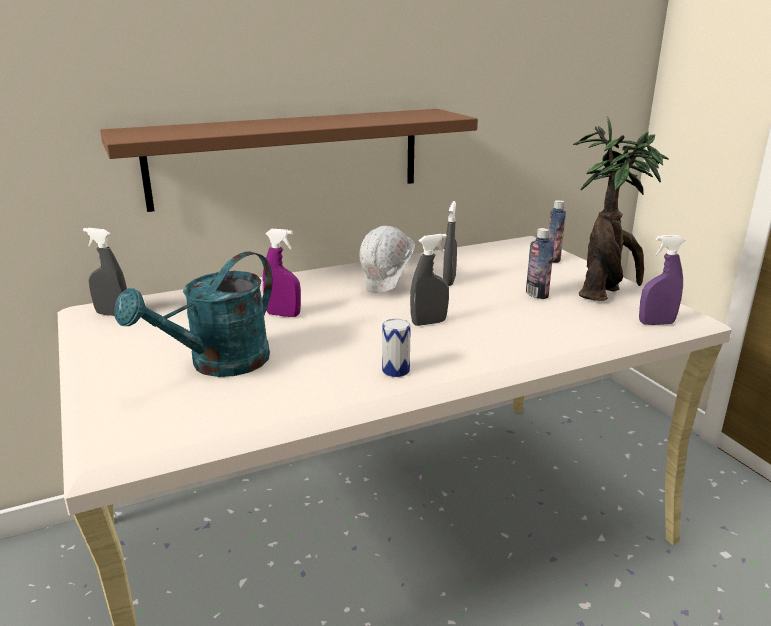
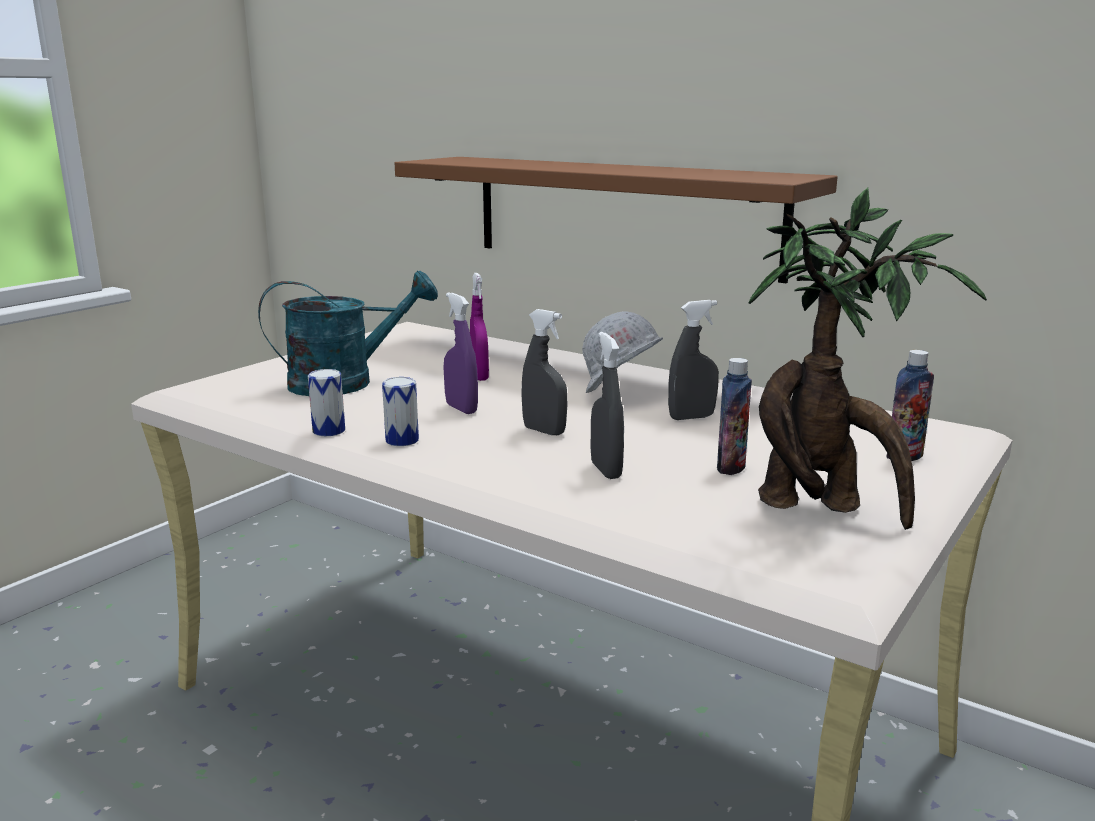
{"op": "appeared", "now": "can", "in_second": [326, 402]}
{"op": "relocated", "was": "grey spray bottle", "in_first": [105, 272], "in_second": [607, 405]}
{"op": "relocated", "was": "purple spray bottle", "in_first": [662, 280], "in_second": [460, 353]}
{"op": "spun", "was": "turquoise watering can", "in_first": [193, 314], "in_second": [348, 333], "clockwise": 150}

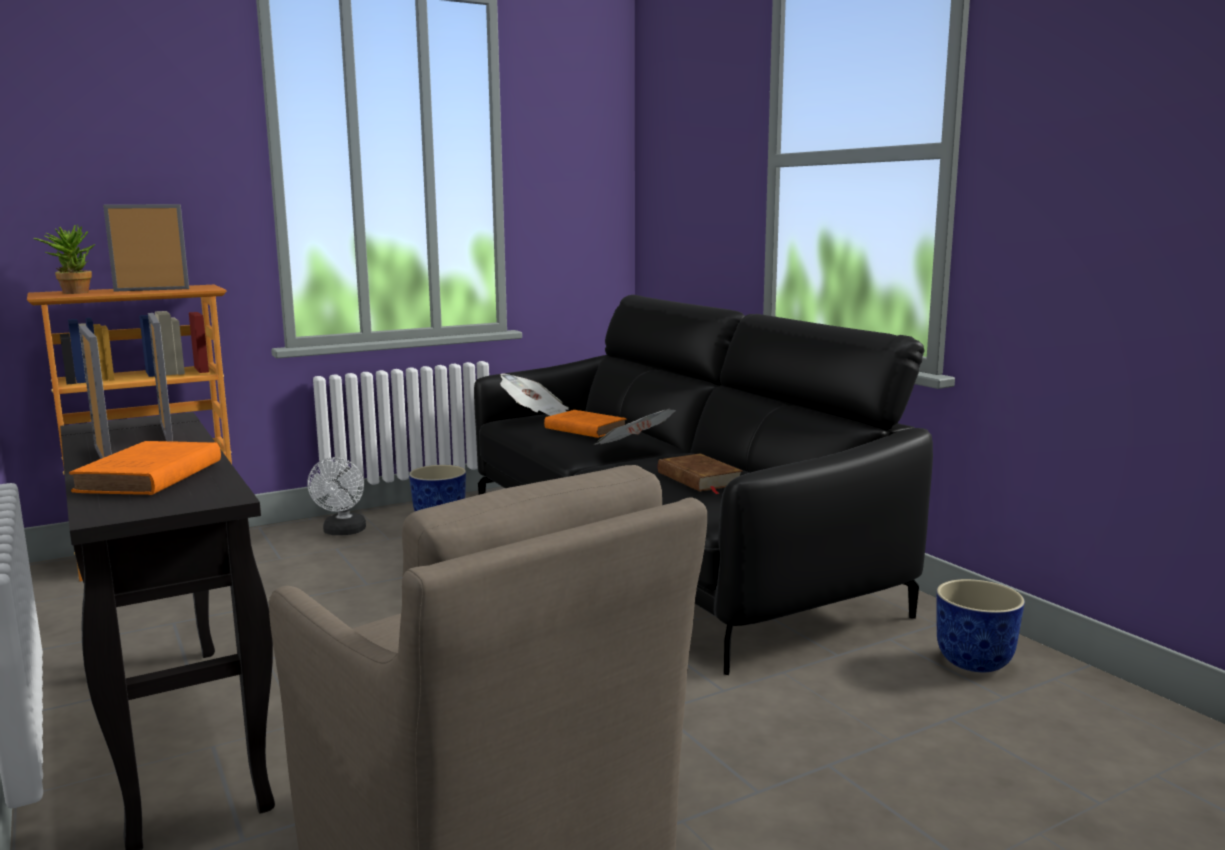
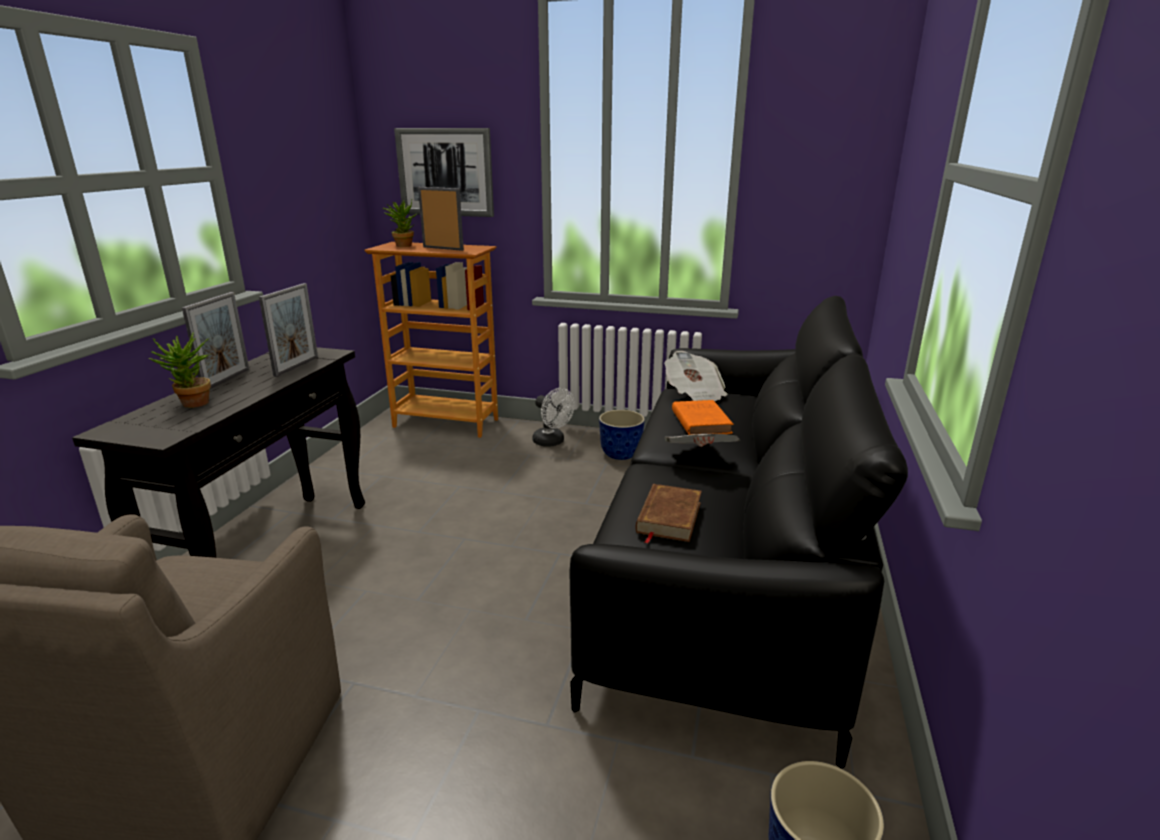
{"op": "appeared", "now": "picture", "in_second": [444, 172]}
{"op": "exchanged", "was": "orange book", "now": "potted plant", "in_first": [145, 468], "in_second": [179, 370]}
{"op": "spun", "was": "white fan", "in_first": [336, 496], "in_second": [553, 417], "clockwise": -90}

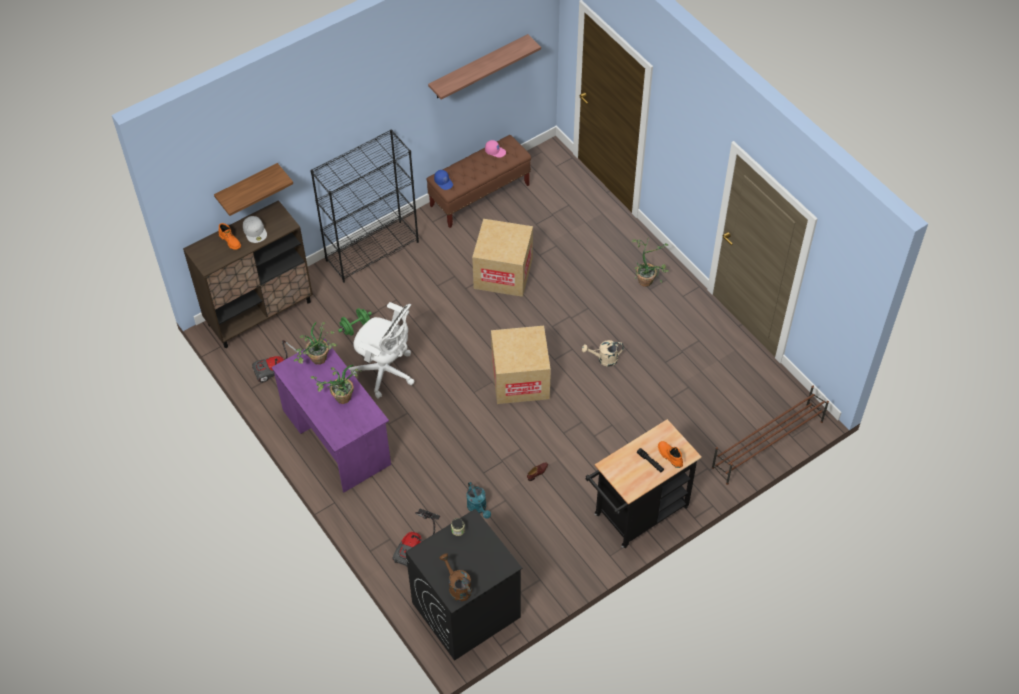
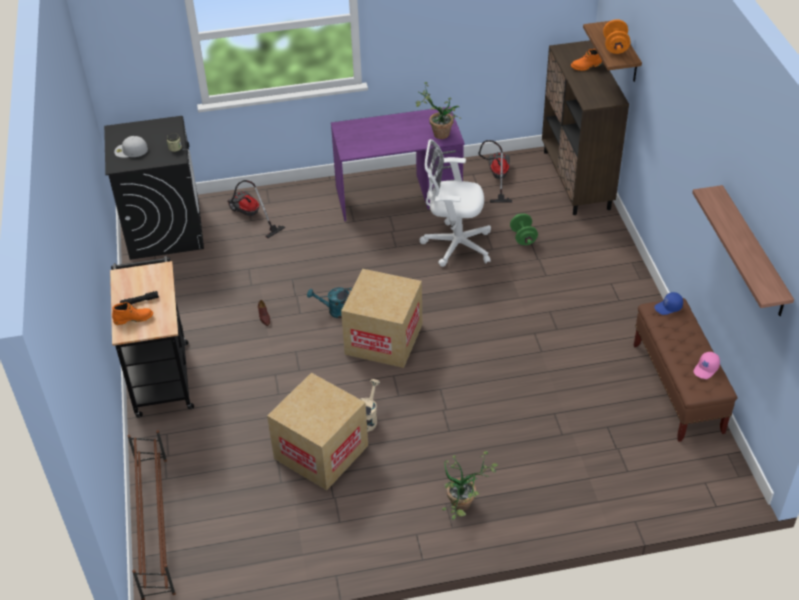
{"op": "missing", "was": "black bookcase", "in_first": [364, 206]}
{"op": "missing", "was": "potted plant", "in_first": [336, 384]}
{"op": "missing", "was": "brown watering can", "in_first": [455, 577]}
{"op": "appeared", "now": "orange dumbbell", "in_second": [617, 36]}
{"op": "relocated", "was": "white cap", "in_first": [255, 229], "in_second": [131, 147]}
{"op": "relocated", "was": "turquoise watering can", "in_first": [478, 500], "in_second": [329, 302]}
{"op": "relocated", "was": "cardboard box", "in_first": [502, 258], "in_second": [317, 431]}
{"op": "spun", "was": "white office chair", "in_first": [382, 350], "in_second": [455, 203], "clockwise": 45}

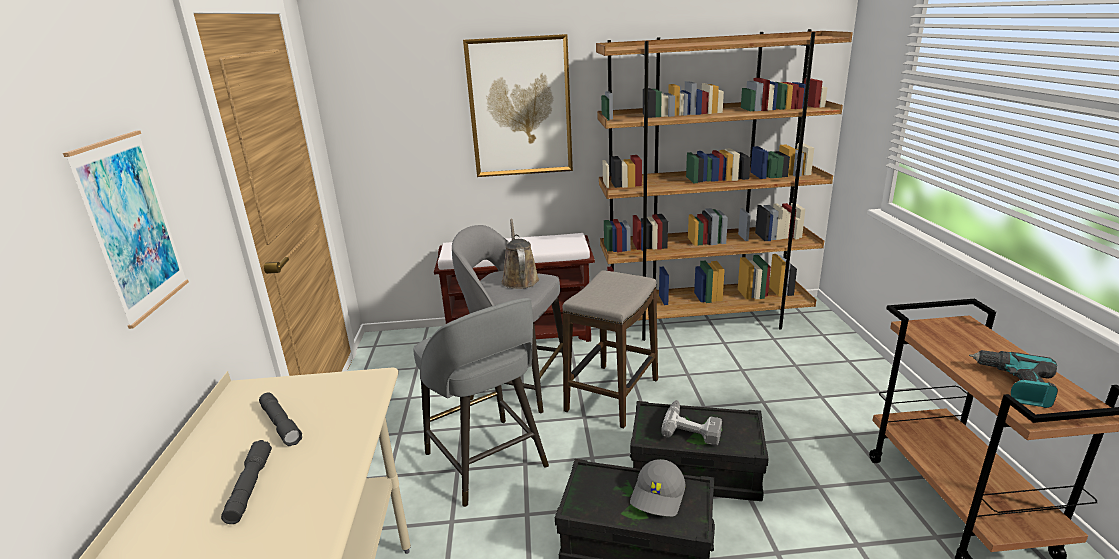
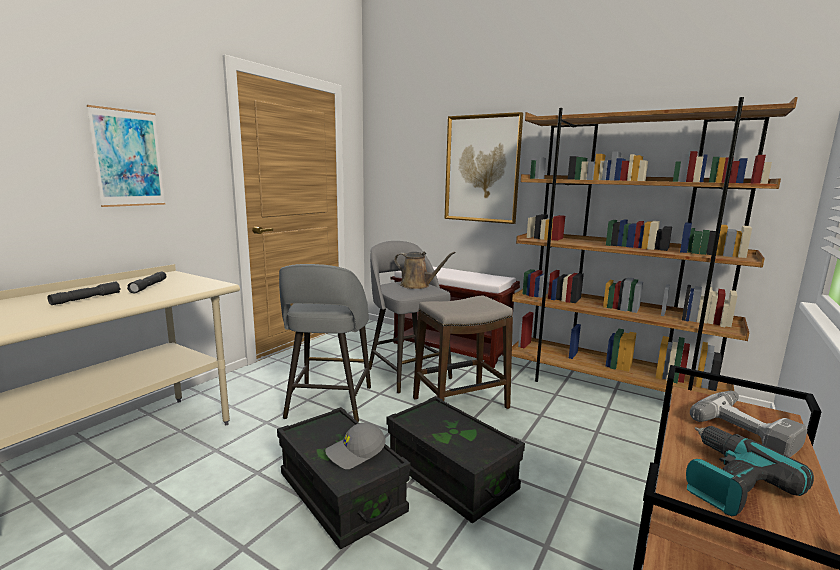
{"op": "relocated", "was": "power drill", "in_first": [691, 422], "in_second": [748, 424]}
{"op": "spun", "was": "brown watering can", "in_first": [520, 254], "in_second": [425, 270], "clockwise": 90}

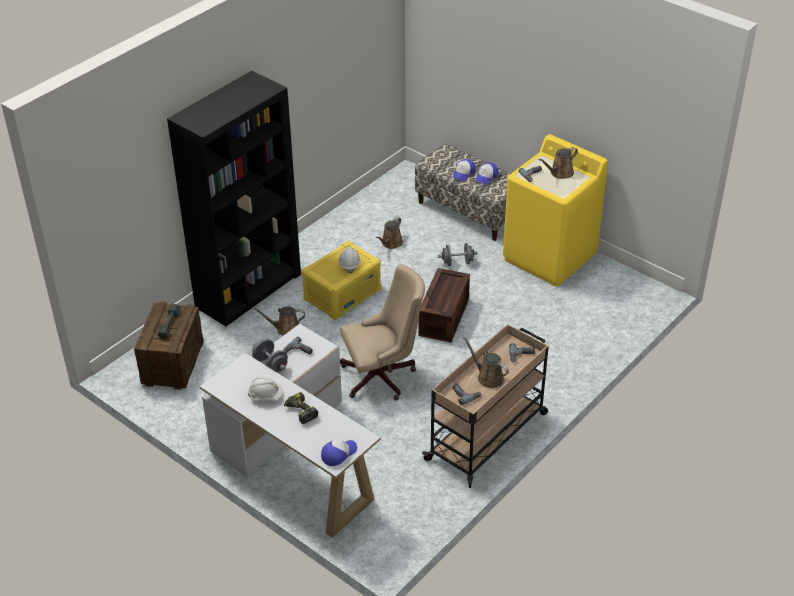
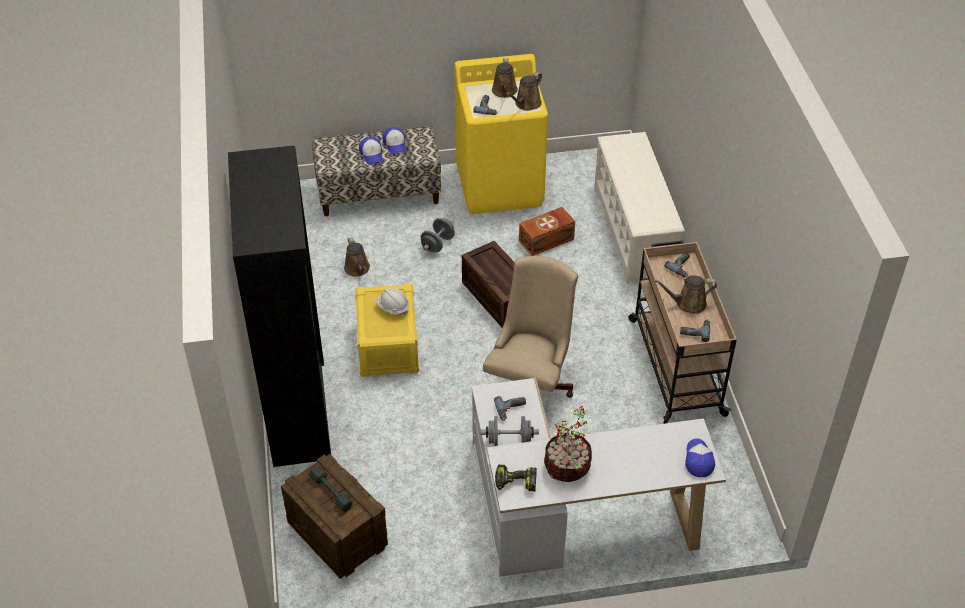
{"op": "appeared", "now": "brown storage box", "in_second": [547, 231]}
{"op": "appeared", "now": "white shoe rack", "in_second": [639, 208]}
{"op": "relocated", "was": "brown watering can", "in_first": [279, 321], "in_second": [524, 91]}
{"op": "relocated", "was": "power drill", "in_first": [301, 408], "in_second": [516, 478]}
{"op": "exchanged", "was": "white hard hat", "now": "potted plant", "in_first": [265, 389], "in_second": [568, 444]}

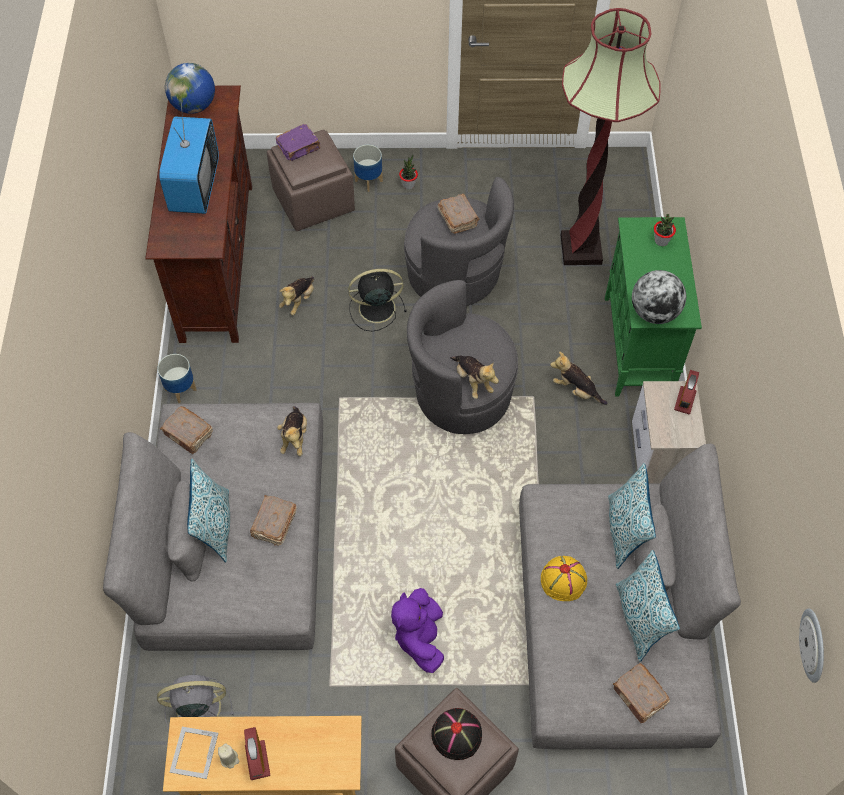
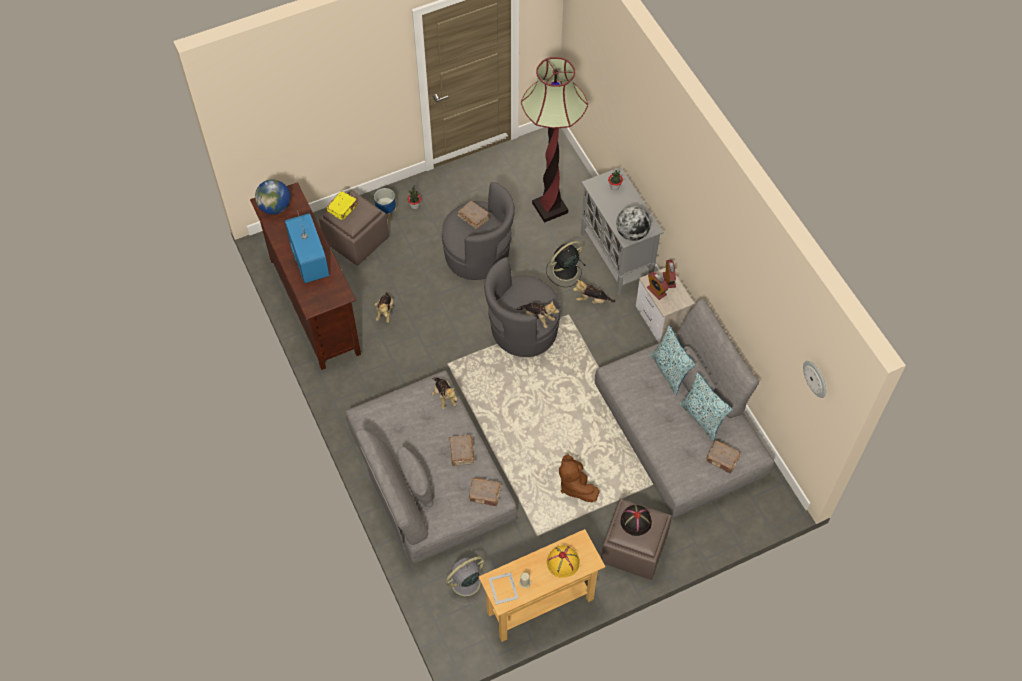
{"op": "missing", "was": "planter", "in_first": [177, 378]}
{"op": "missing", "was": "pillow", "in_first": [208, 511]}
{"op": "relocated", "was": "brown book", "in_first": [186, 430], "in_second": [484, 492]}
{"op": "relocated", "was": "alarm clock", "in_first": [257, 753], "in_second": [658, 286]}
{"op": "relocated", "was": "black fan", "in_first": [377, 300], "in_second": [565, 264]}
{"op": "relocated", "was": "yellow hat", "in_first": [564, 578], "in_second": [563, 561]}
{"op": "colour", "was": "purple book", "now": "yellow book", "in_first": [298, 142], "in_second": [342, 205]}
{"op": "colour", "was": "purple plush toy", "now": "brown plush toy", "in_first": [417, 630], "in_second": [579, 478]}
{"op": "colour", "was": "green cabinet", "now": "grey cabinet", "in_first": [653, 307], "in_second": [622, 231]}

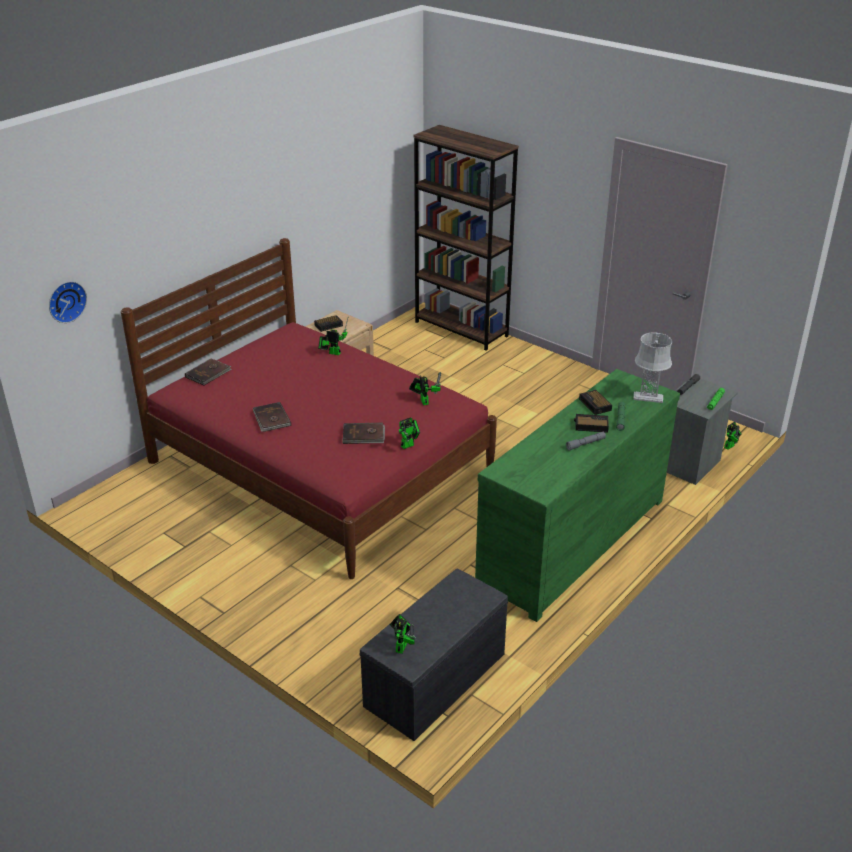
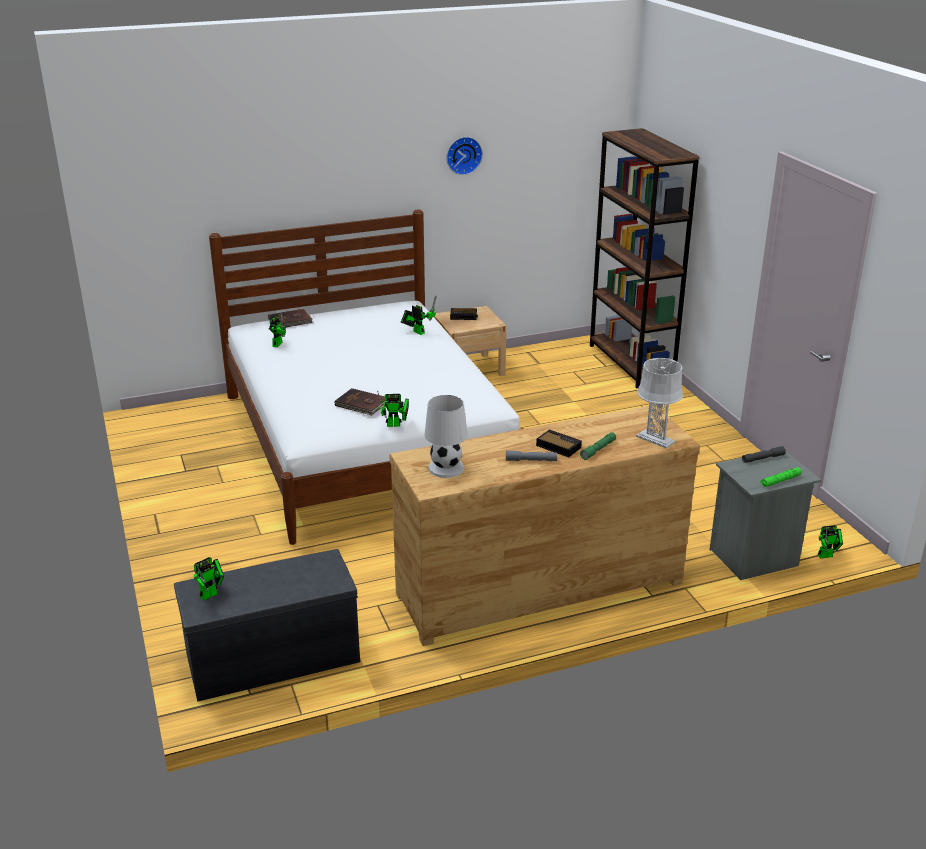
{"op": "missing", "was": "brown book", "in_first": [272, 417]}
{"op": "missing", "was": "alarm clock", "in_first": [595, 402]}
{"op": "appeared", "now": "white table lamp", "in_second": [446, 436]}
{"op": "relocated", "was": "wall clock", "in_first": [68, 302], "in_second": [465, 156]}
{"op": "relocated", "was": "toy robot", "in_first": [425, 388], "in_second": [277, 330]}
{"op": "colour", "was": "red bed", "now": "white bed", "in_first": [309, 408], "in_second": [367, 377]}
{"op": "colour", "was": "green dresser", "now": "brown dresser", "in_first": [577, 495], "in_second": [545, 526]}

